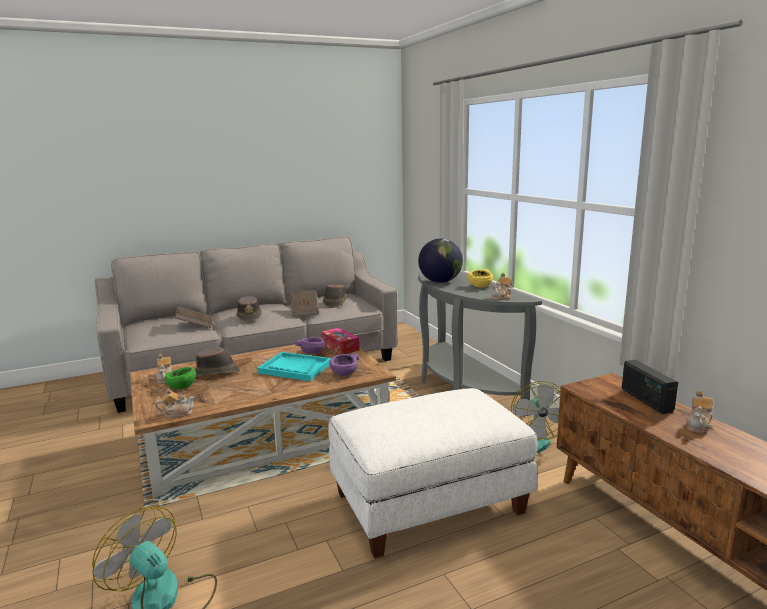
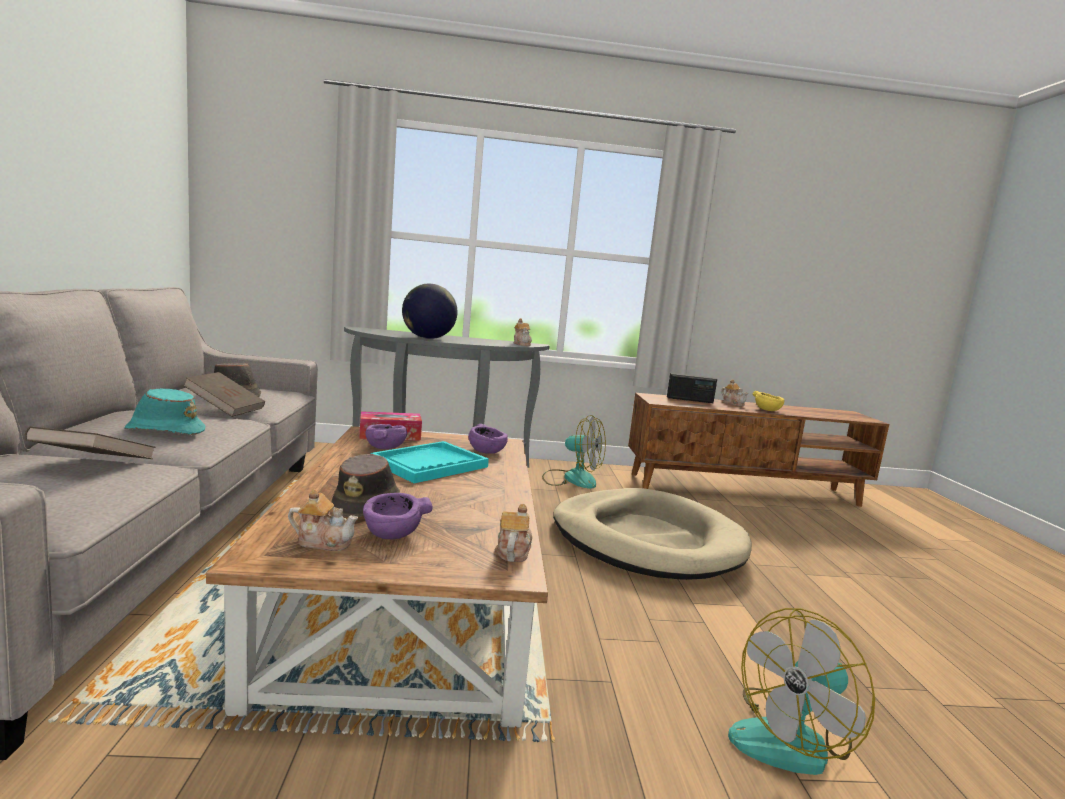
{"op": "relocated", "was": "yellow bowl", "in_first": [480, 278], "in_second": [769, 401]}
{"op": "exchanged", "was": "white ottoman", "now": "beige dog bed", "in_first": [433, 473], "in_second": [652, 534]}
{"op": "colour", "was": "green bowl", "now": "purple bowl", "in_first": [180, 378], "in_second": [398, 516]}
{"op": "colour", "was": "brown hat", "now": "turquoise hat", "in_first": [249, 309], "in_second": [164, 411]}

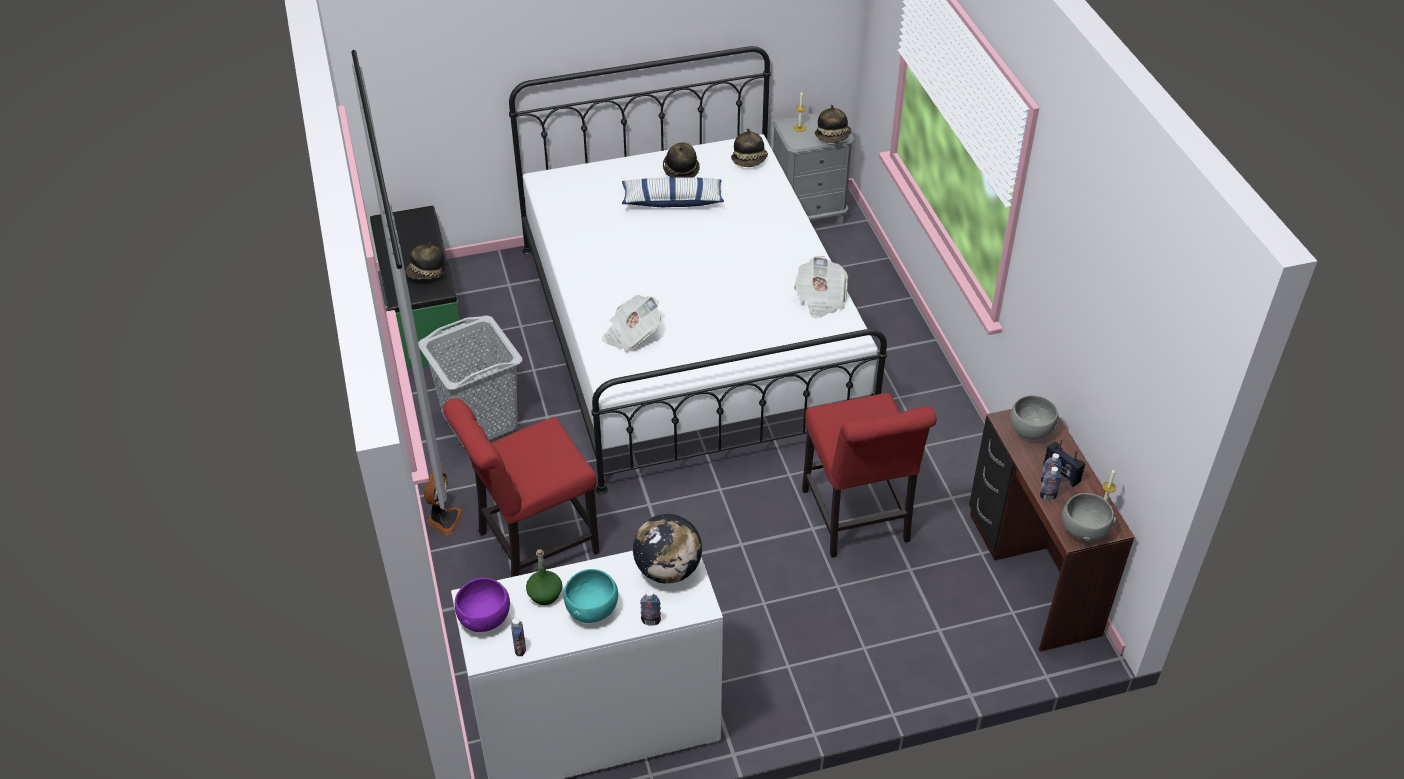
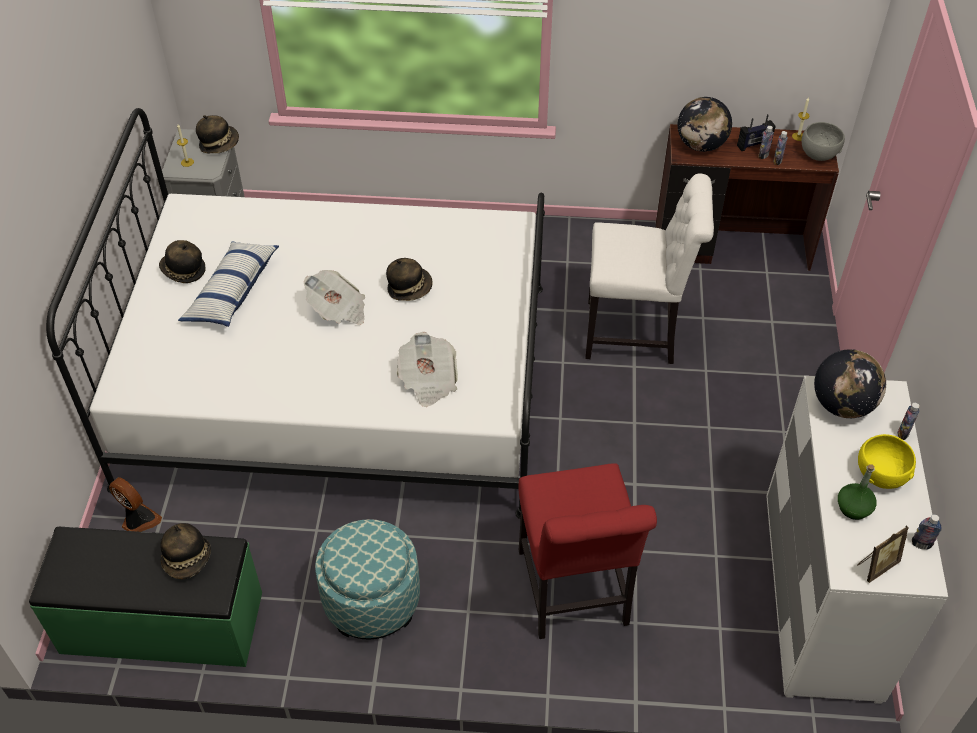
{"op": "relocated", "was": "fan", "in_first": [443, 504], "in_second": [135, 504]}
{"op": "relocated", "was": "hat", "in_first": [749, 147], "in_second": [409, 279]}
{"op": "relocated", "was": "newspaper", "in_first": [821, 287], "in_second": [334, 297]}
{"op": "exchanged", "was": "grey laundry basket", "now": "ottoman", "in_first": [470, 381], "in_second": [367, 579]}
{"op": "exchanged", "was": "purple bowl", "now": "picture frame", "in_first": [482, 605], "in_second": [883, 554]}
{"op": "exchanged", "was": "grey bowl", "now": "globe", "in_first": [1034, 417], "in_second": [705, 124]}
{"op": "colour", "was": "turquoise bowl", "now": "yellow bowl", "in_first": [591, 596], "in_second": [887, 461]}
{"op": "colour", "was": "red chair", "now": "white chair", "in_first": [869, 475], "in_second": [649, 269]}

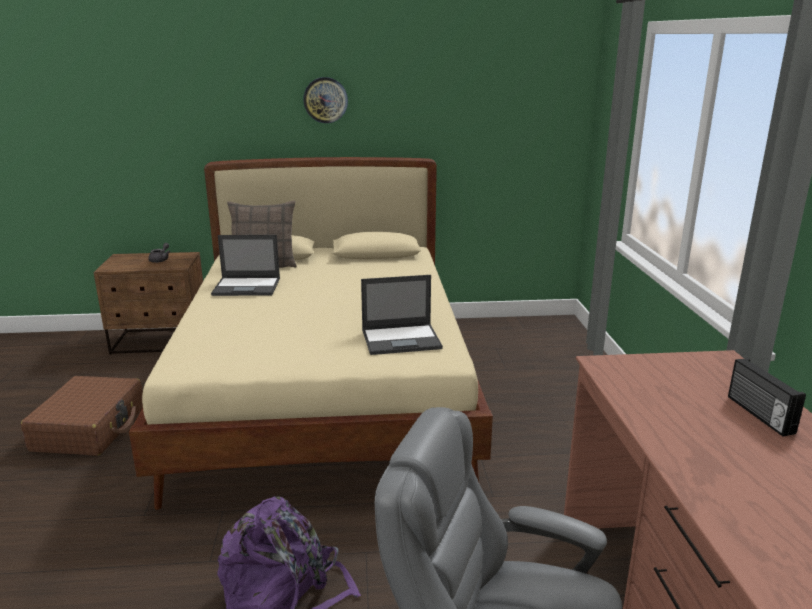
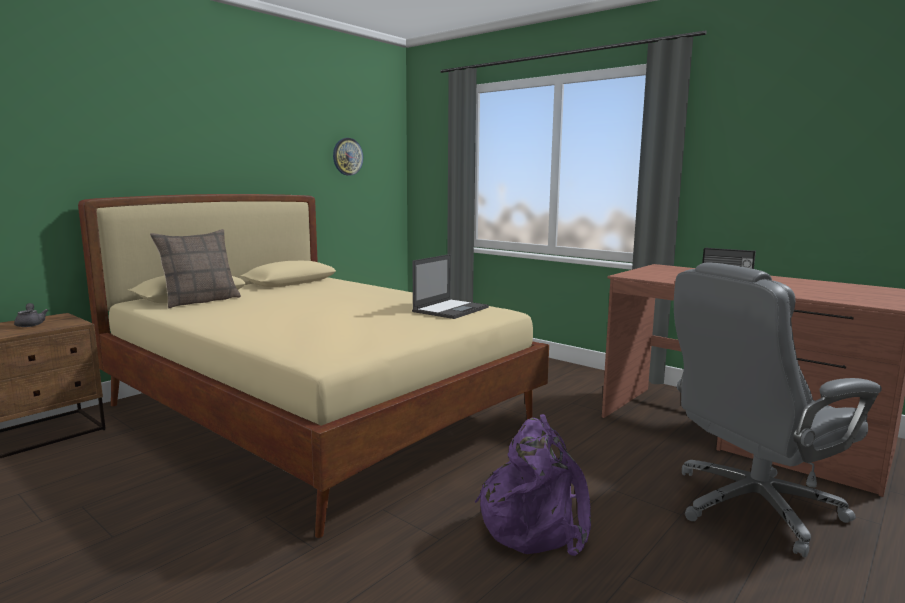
{"op": "missing", "was": "brown suitcase", "in_first": [82, 416]}
{"op": "missing", "was": "laptop", "in_first": [245, 265]}
{"op": "relocated", "was": "wall clock", "in_first": [325, 100], "in_second": [348, 156]}

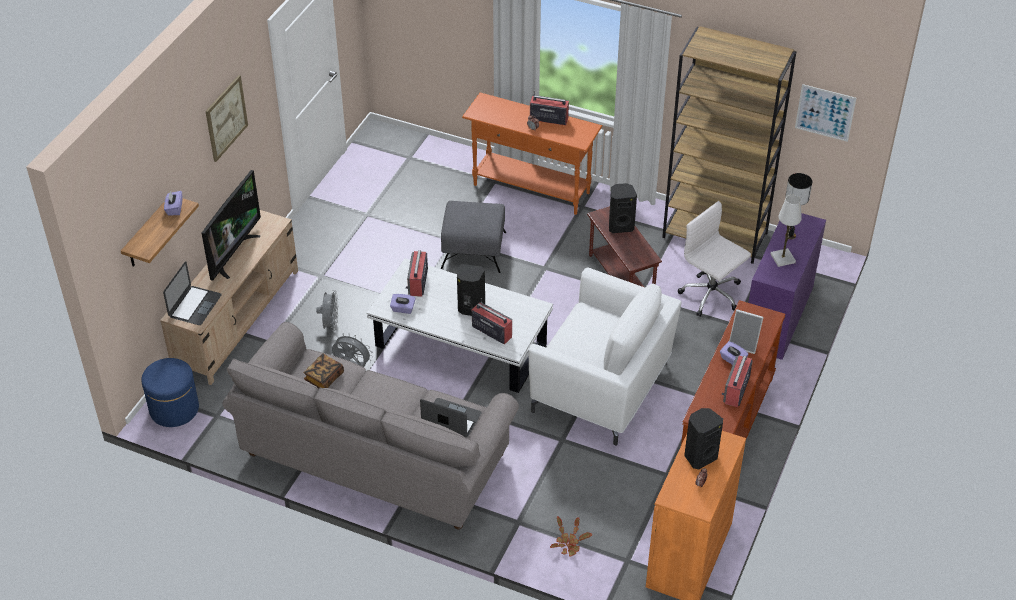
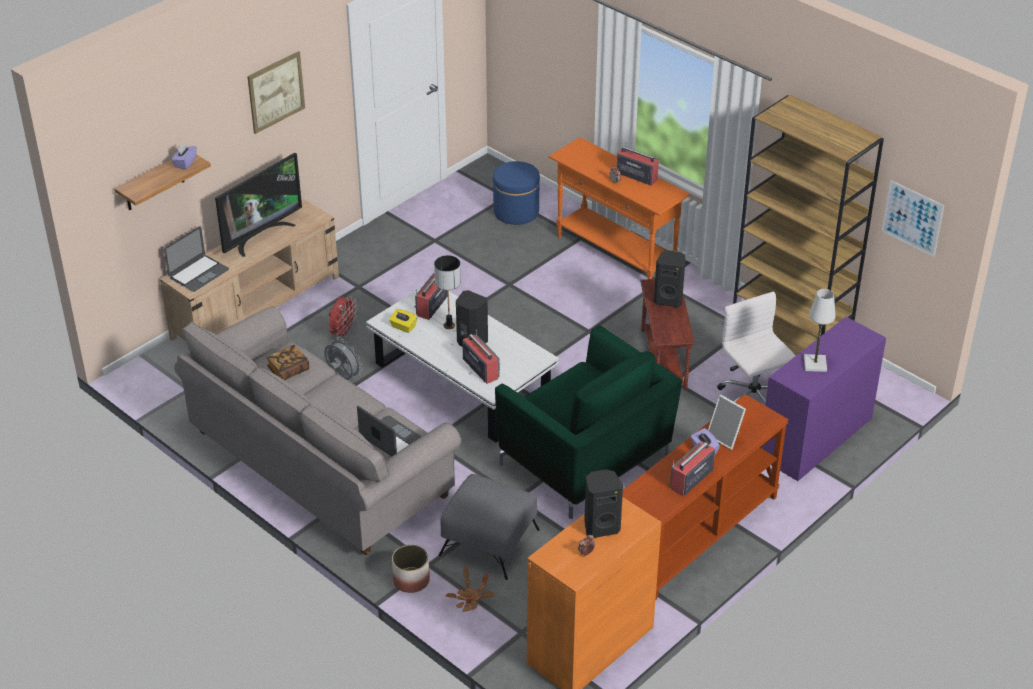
{"op": "appeared", "now": "planter", "in_second": [411, 569]}
{"op": "relocated", "was": "blue ottoman", "in_first": [170, 392], "in_second": [516, 193]}
{"op": "relocated", "was": "grey ottoman", "in_first": [473, 237], "in_second": [489, 527]}
{"op": "relocated", "was": "table lamp", "in_first": [798, 206], "in_second": [447, 292]}
{"op": "colour", "was": "grey fan", "now": "red fan", "in_first": [327, 311], "in_second": [343, 317]}
{"op": "colour", "was": "purple tissue box", "now": "yellow tissue box", "in_first": [403, 304], "in_second": [403, 321]}
{"op": "colour", "was": "white armchair", "now": "green armchair", "in_first": [604, 356], "in_second": [588, 422]}

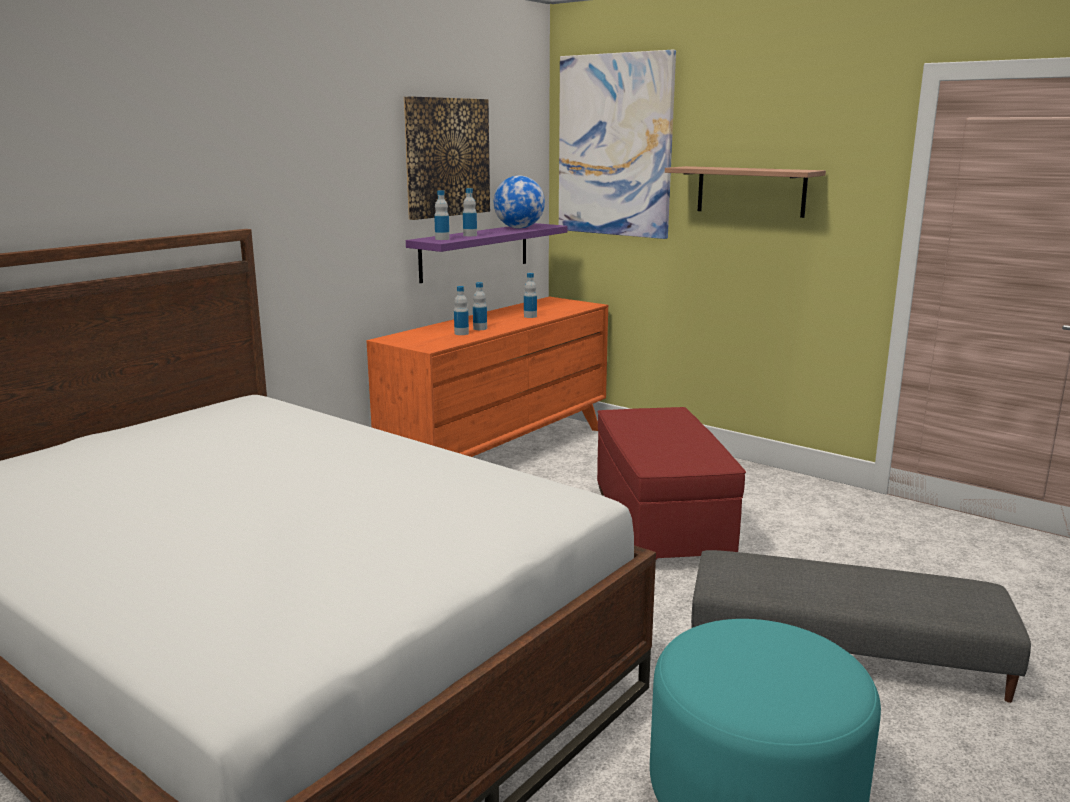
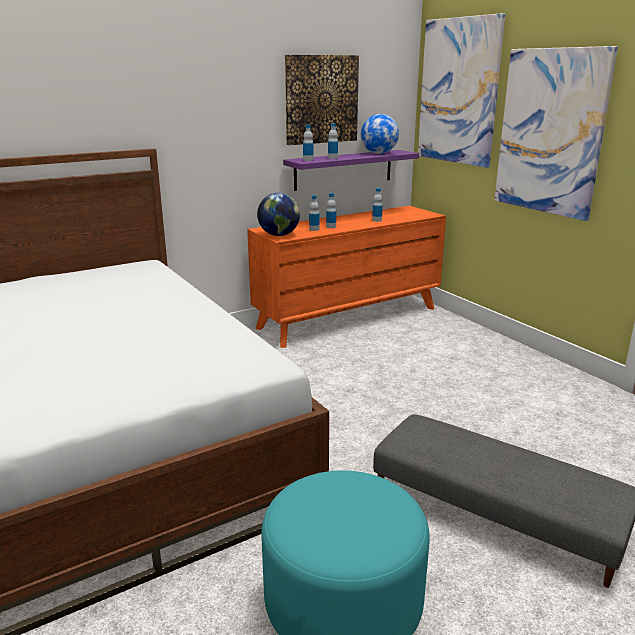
{"op": "missing", "was": "red ottoman", "in_first": [671, 483]}
{"op": "appeared", "now": "globe", "in_second": [278, 214]}
{"op": "exchanged", "was": "shelf", "now": "picture", "in_first": [745, 192], "in_second": [556, 133]}

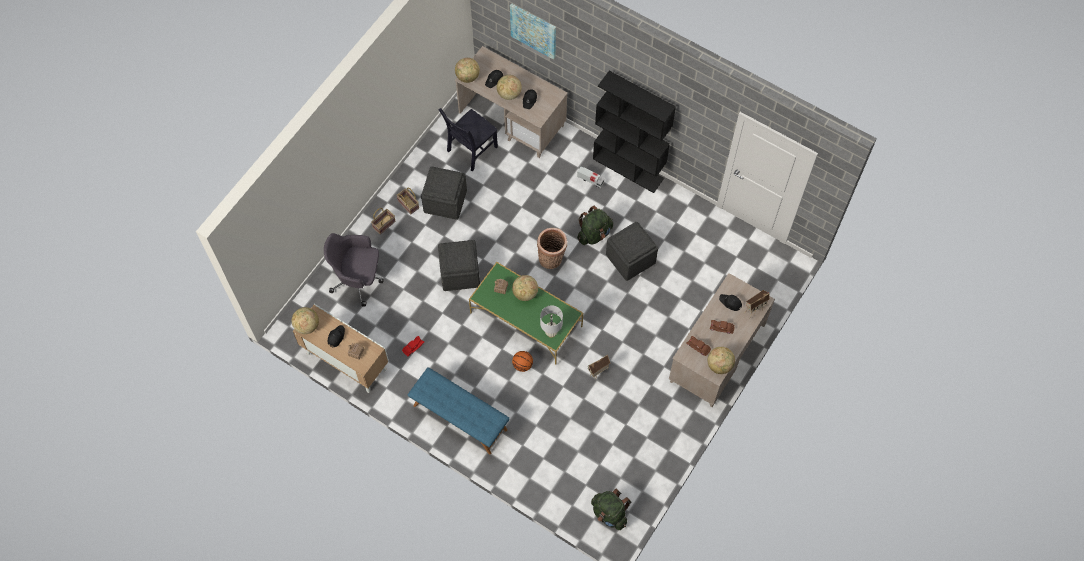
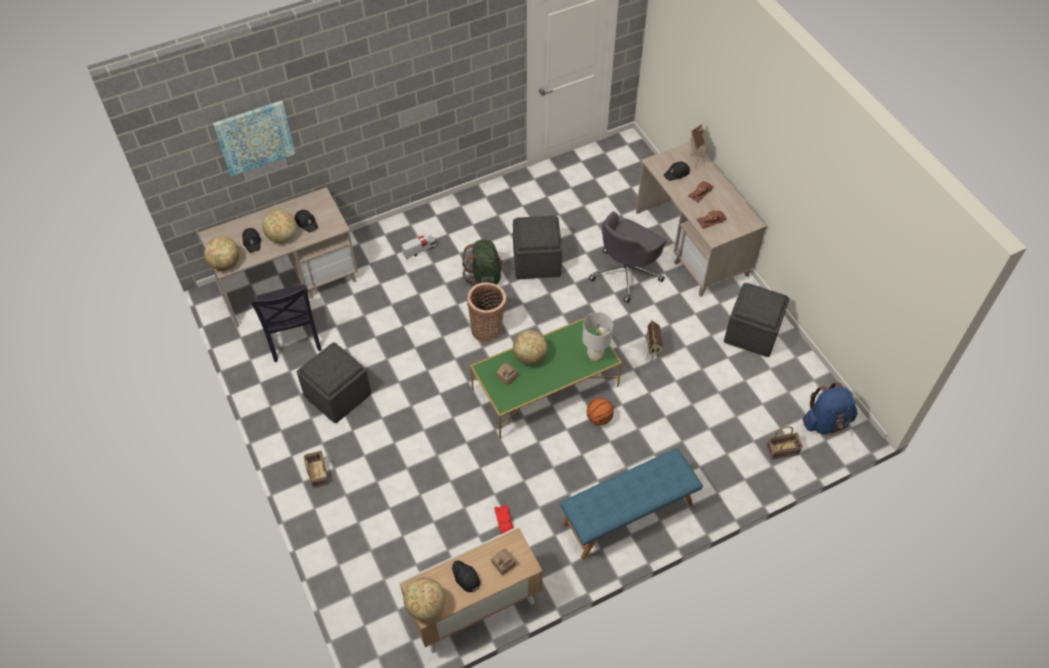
{"op": "missing", "was": "black bookcase", "in_first": [634, 132]}
{"op": "missing", "was": "globe", "in_first": [721, 360]}
{"op": "relocated", "was": "grey office chair", "in_first": [354, 270], "in_second": [628, 257]}
{"op": "relocated", "was": "basket", "in_first": [407, 201], "in_second": [784, 443]}
{"op": "relocated", "was": "grey ottoman", "in_first": [459, 265], "in_second": [756, 320]}
{"op": "colour", "was": "green backpack", "now": "blue backpack", "in_first": [611, 509], "in_second": [830, 408]}

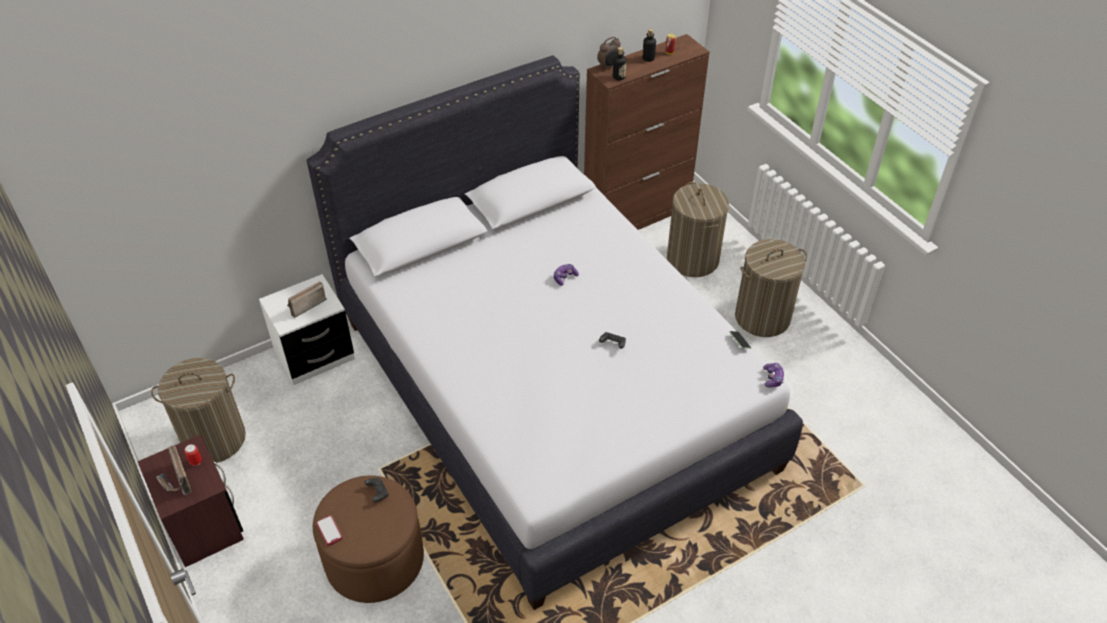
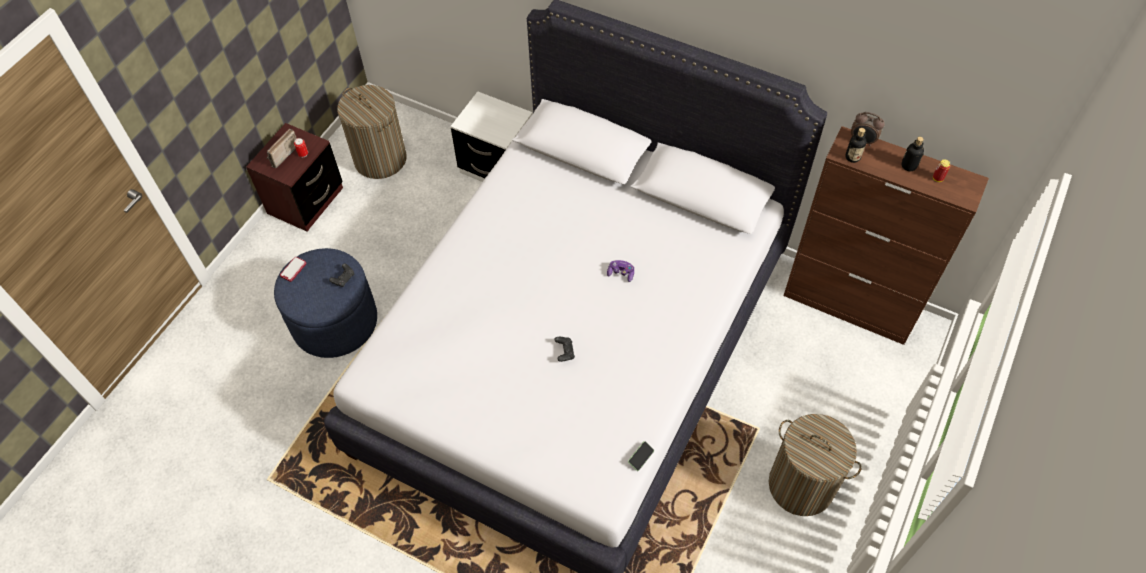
{"op": "missing", "was": "radio", "in_first": [307, 300]}
{"op": "missing", "was": "laundry basket", "in_first": [698, 229]}
{"op": "missing", "was": "game controller", "in_first": [773, 375]}
{"op": "colour", "was": "brown ottoman", "now": "blue ottoman", "in_first": [368, 539], "in_second": [325, 303]}

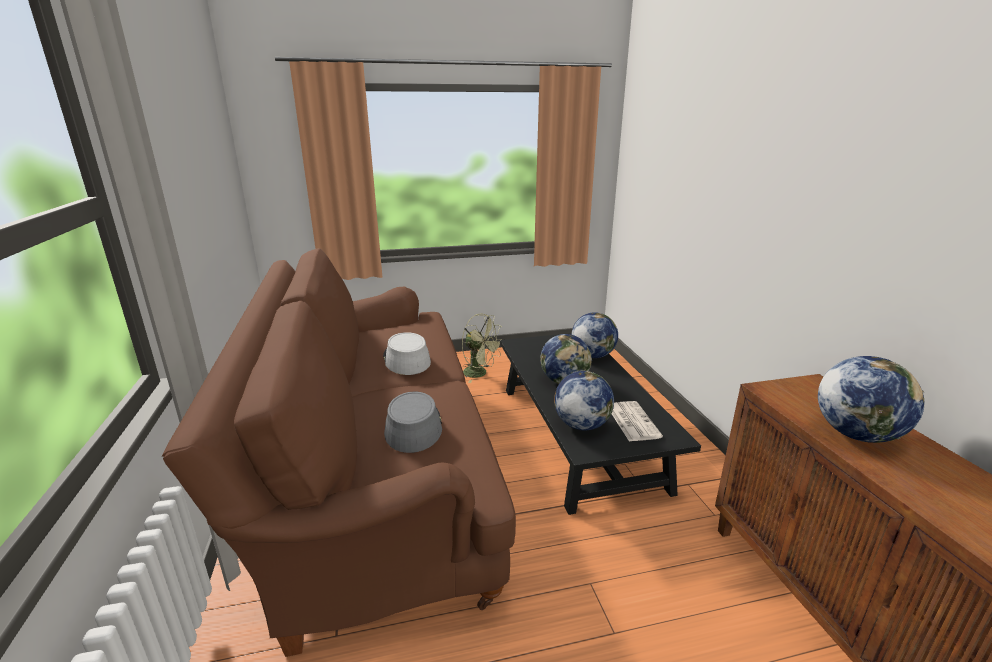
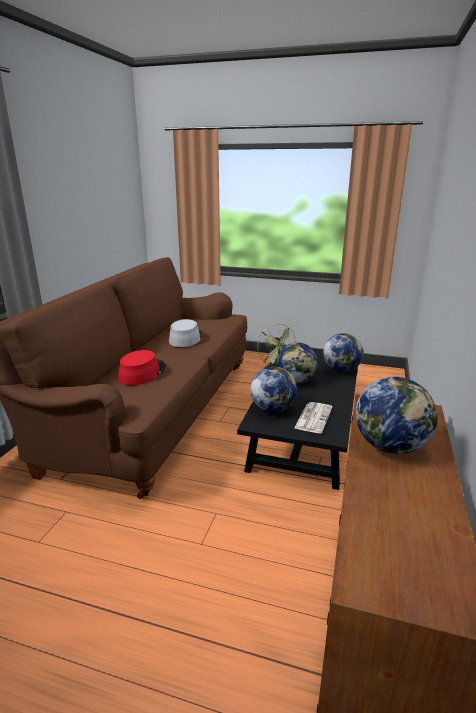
{"op": "colour", "was": "grey hat", "now": "red hat", "in_first": [413, 422], "in_second": [142, 367]}

